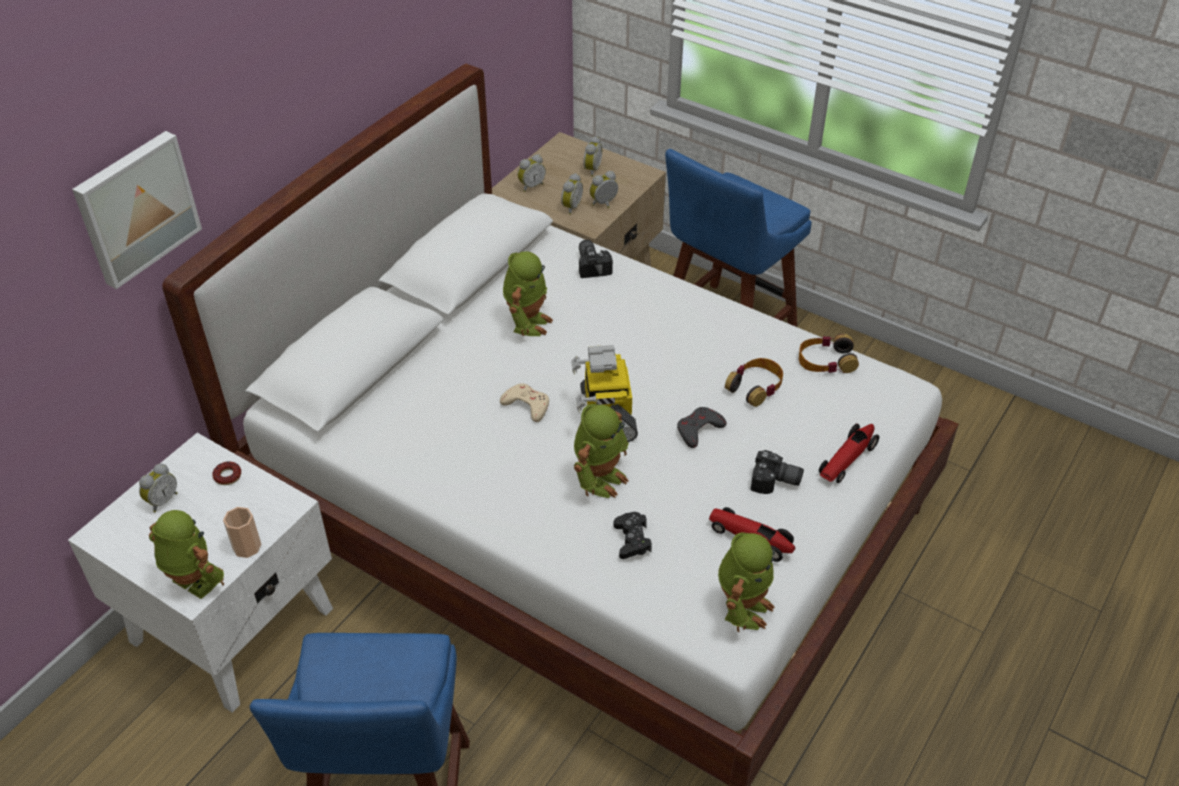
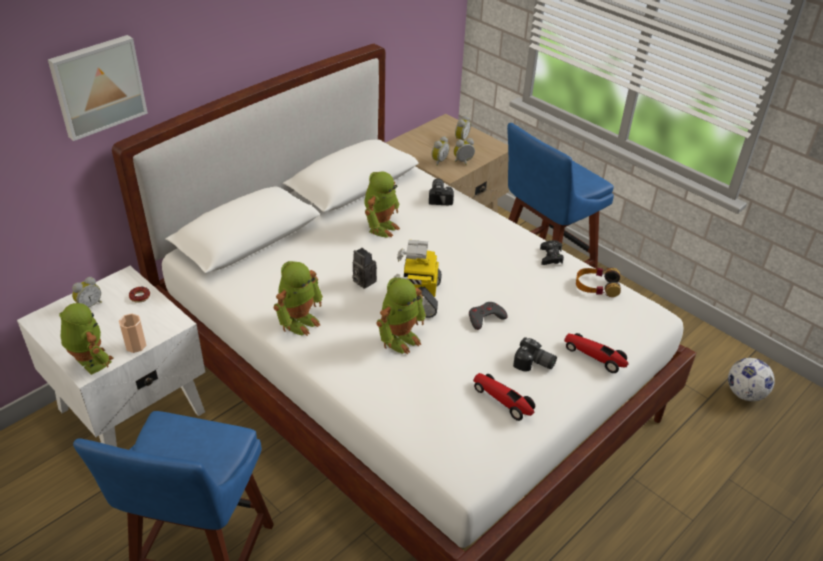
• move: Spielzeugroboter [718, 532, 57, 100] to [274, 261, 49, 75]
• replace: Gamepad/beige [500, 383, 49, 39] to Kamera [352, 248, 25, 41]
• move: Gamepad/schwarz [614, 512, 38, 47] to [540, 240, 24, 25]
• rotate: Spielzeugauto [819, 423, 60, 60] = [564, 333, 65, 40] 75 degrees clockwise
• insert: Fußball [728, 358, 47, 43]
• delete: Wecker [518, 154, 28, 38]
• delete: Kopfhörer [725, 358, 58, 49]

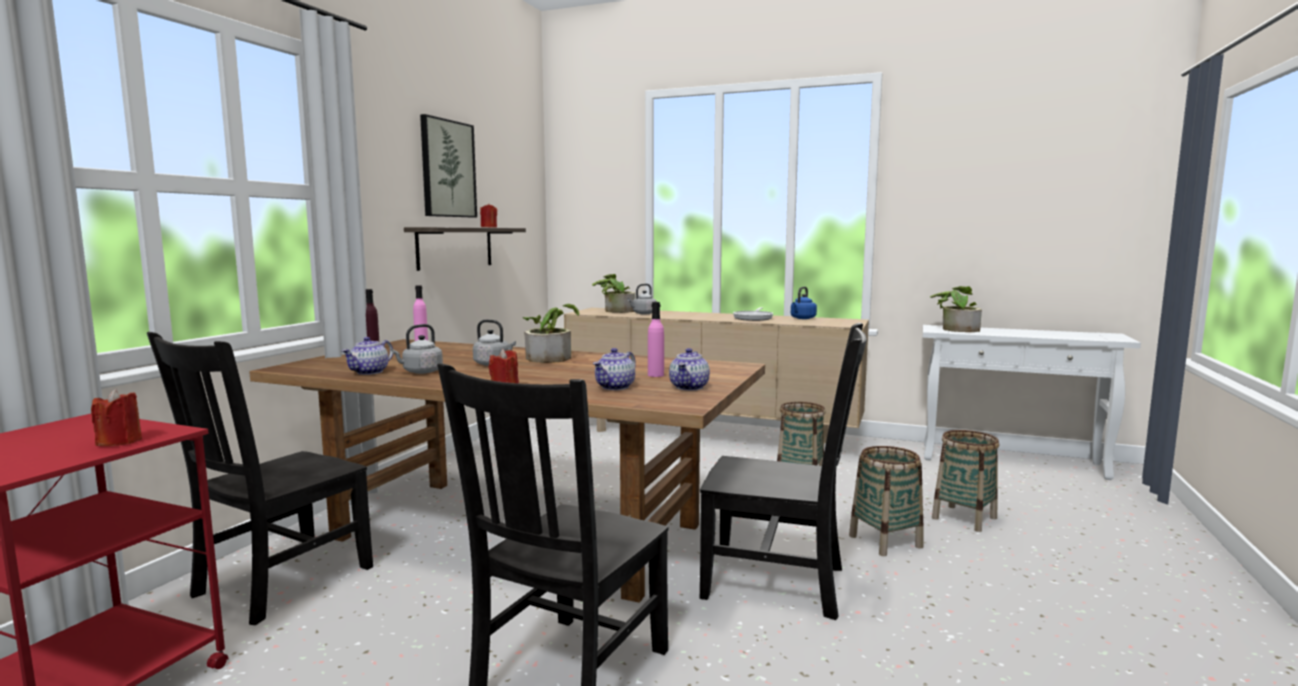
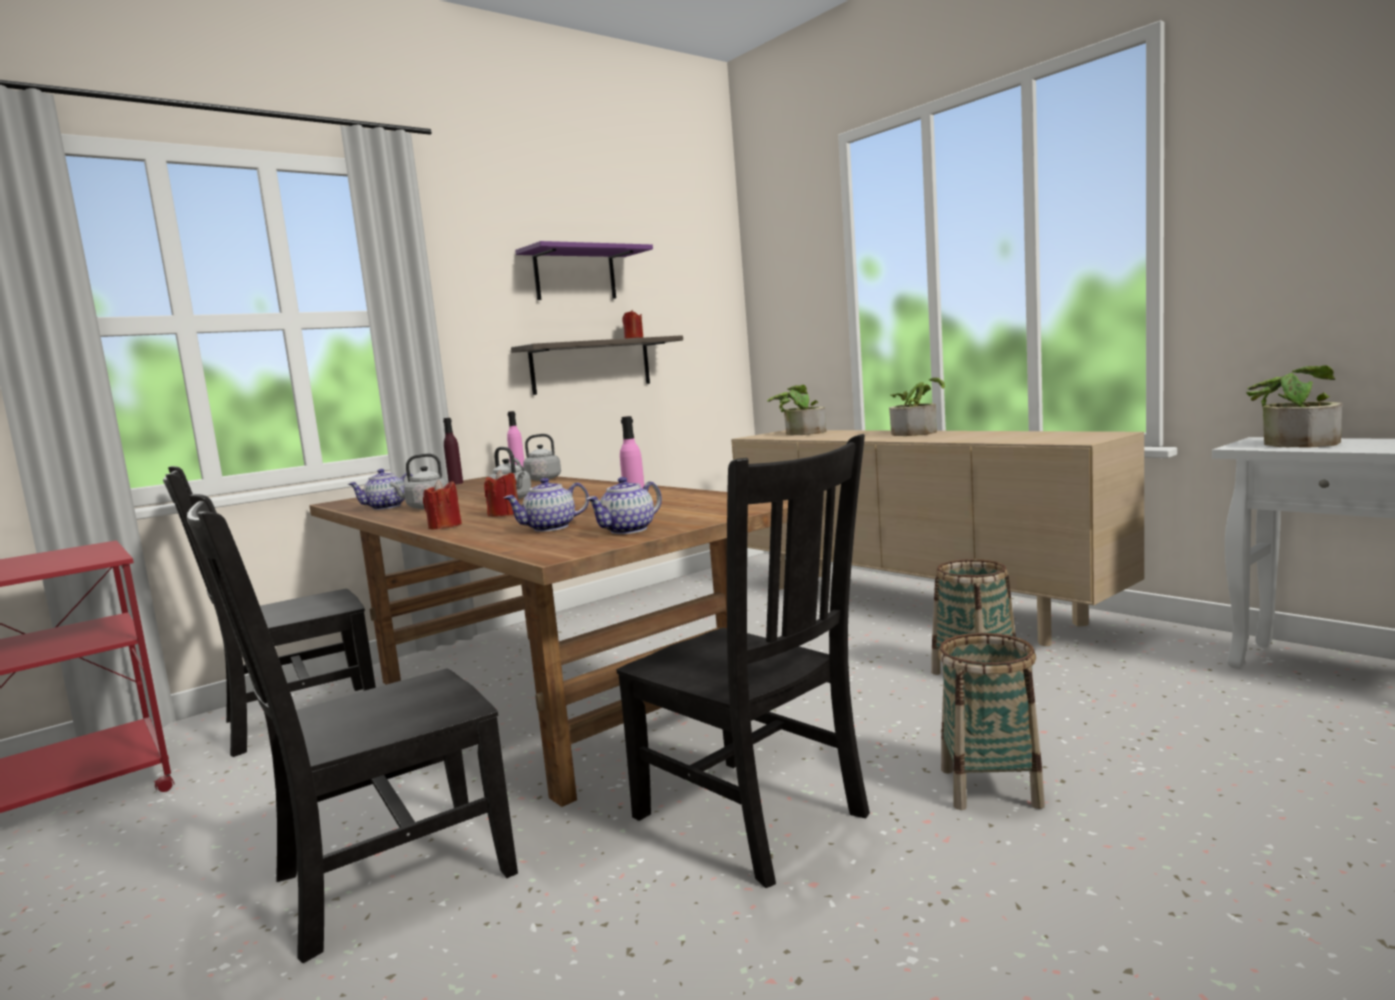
• move: Kerze/rot [91, 389, 51, 57] to [484, 470, 34, 46]
• move: Wasserkessel/grau [627, 284, 30, 30] to [514, 434, 47, 47]
• replace: Bild [420, 114, 57, 103] to Wandregal/lila [515, 241, 138, 59]
• move: Topfpflanze [523, 304, 56, 59] to [889, 377, 56, 59]
• delete: Pfanne [733, 307, 40, 14]
• delete: Wasserkessel/blau [791, 287, 26, 32]
• delete: Korb [932, 430, 67, 102]

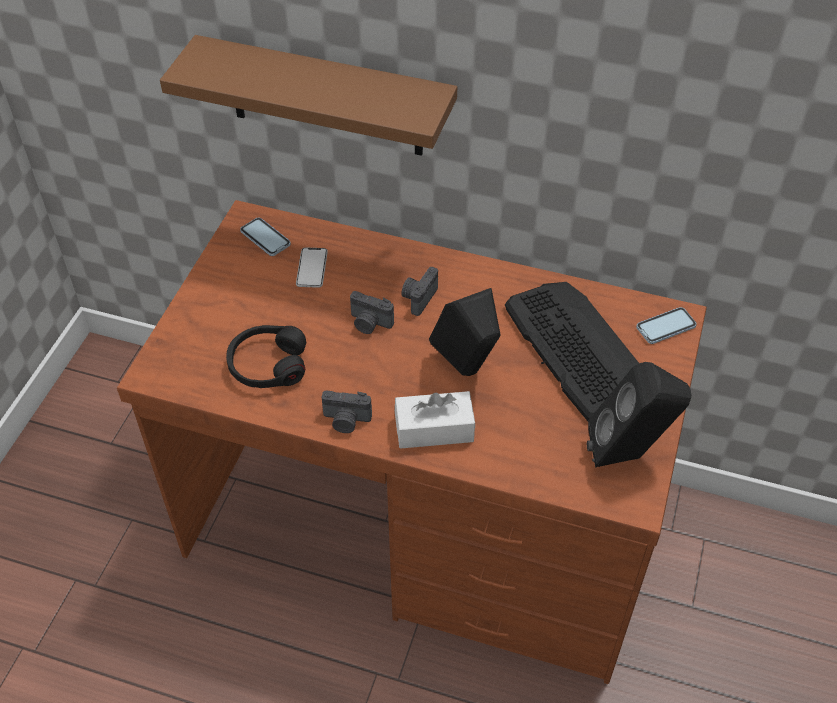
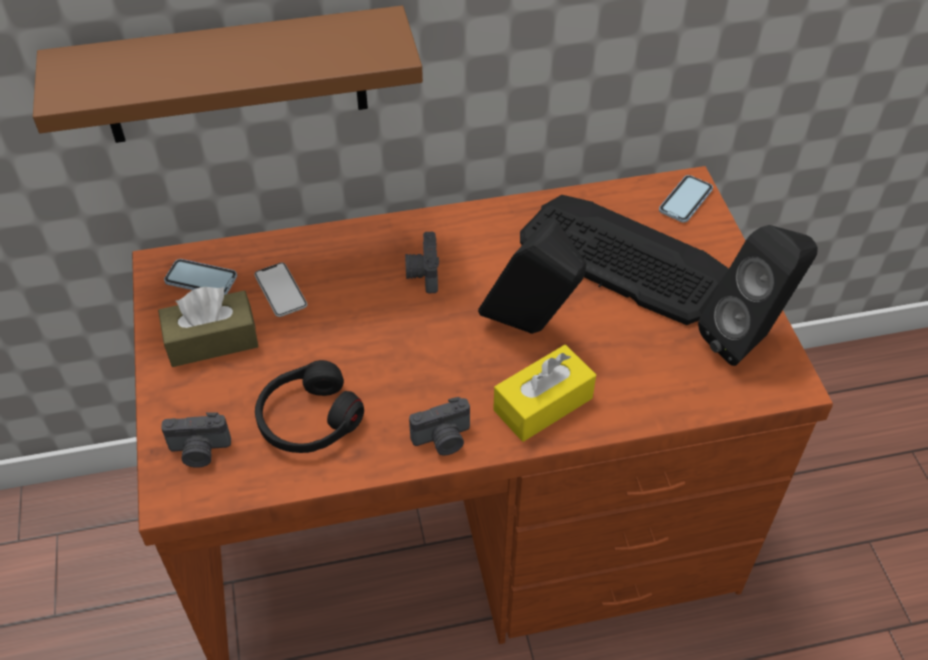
• insert: Taschentuchbox/braun [158, 287, 101, 80]
• move: Kamera [350, 291, 44, 43] to [161, 412, 70, 56]
• recolor: Taschentuchbox/weiß [395, 391, 80, 58] to Taschentuchbox/gelb [493, 345, 103, 97]

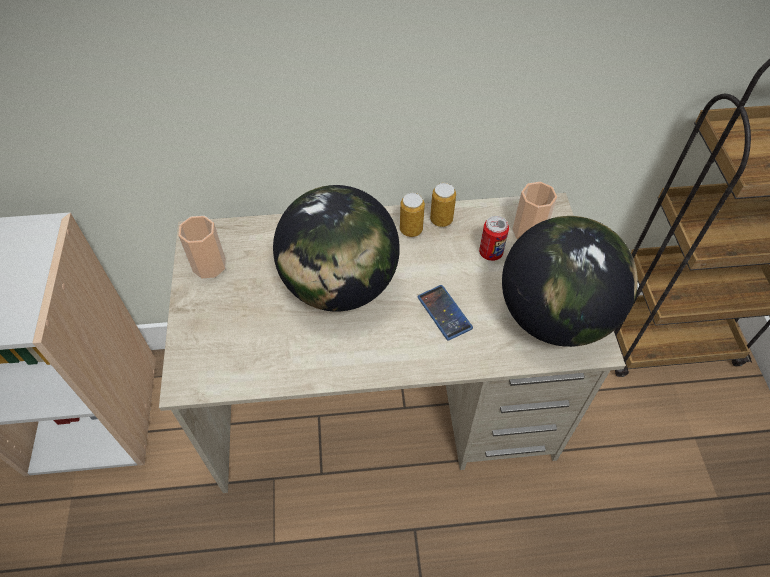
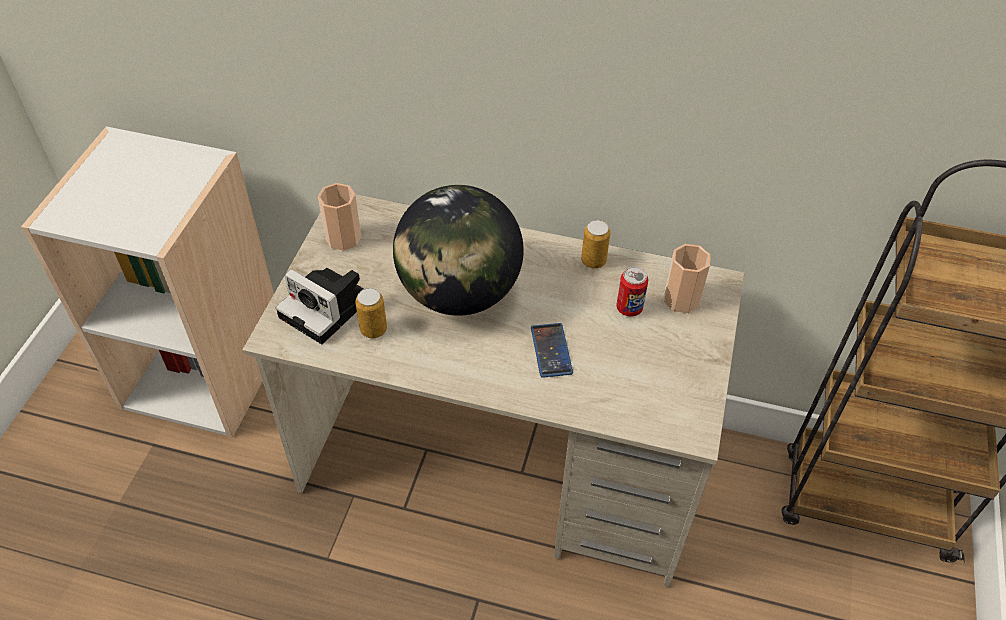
• insert: Kamera [276, 268, 88, 76]
• move: Dose [400, 193, 25, 44] to [355, 288, 32, 50]
• delete: Globus [502, 216, 136, 131]

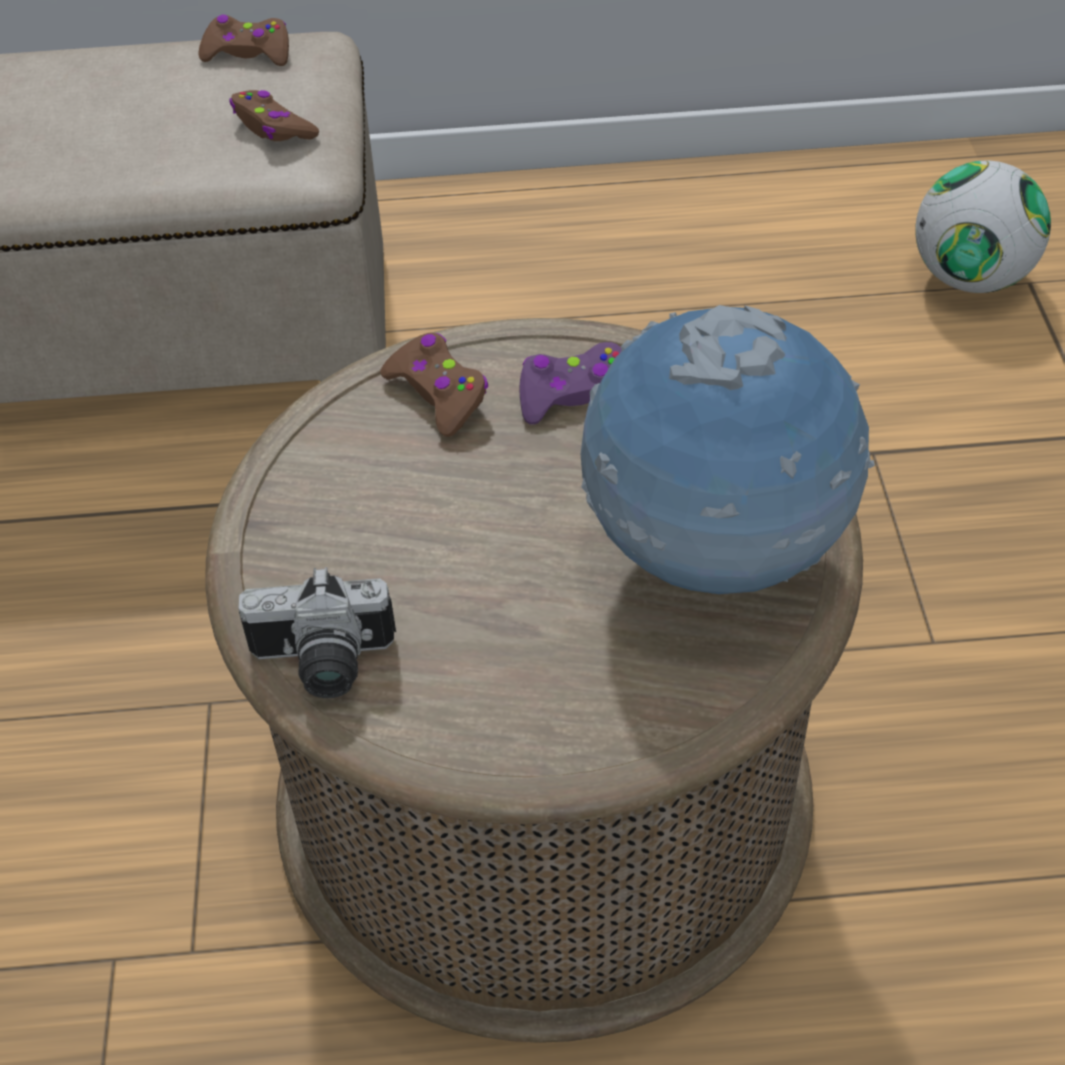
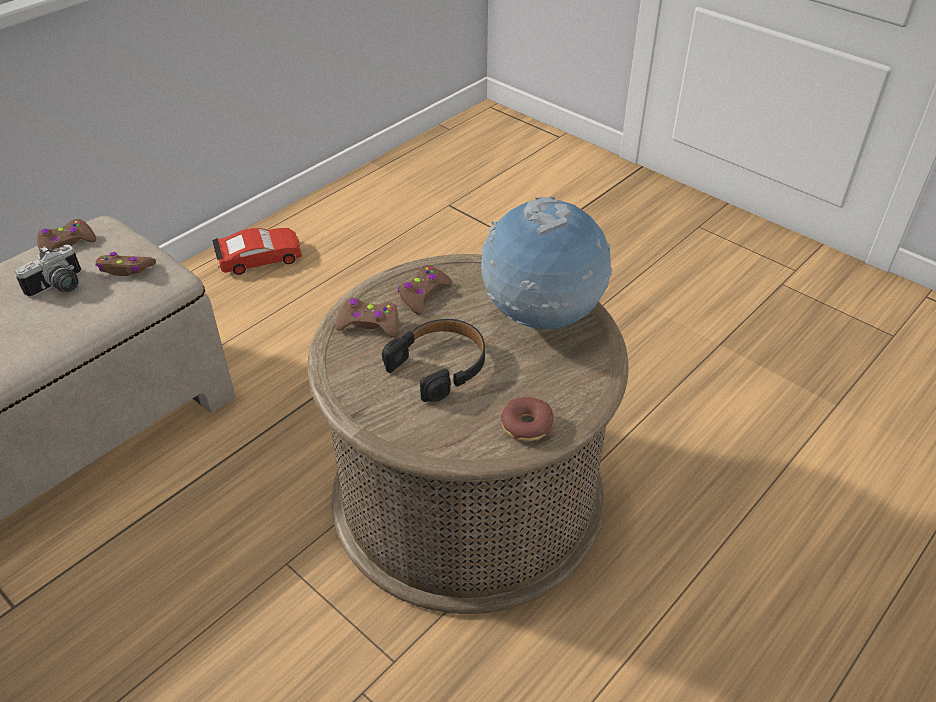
• move: Kamera [238, 567, 158, 131] to [15, 245, 66, 53]
• insert: Spielzeugauto/rot [212, 228, 90, 47]
• insert: Kopfhörer/schwarz [382, 319, 103, 83]
• recolor: Gamepad/lila [519, 342, 103, 82] to Gamepad/braun [398, 265, 55, 50]
• insert: Donut [500, 397, 53, 44]
• delete: Fußball [915, 160, 136, 133]

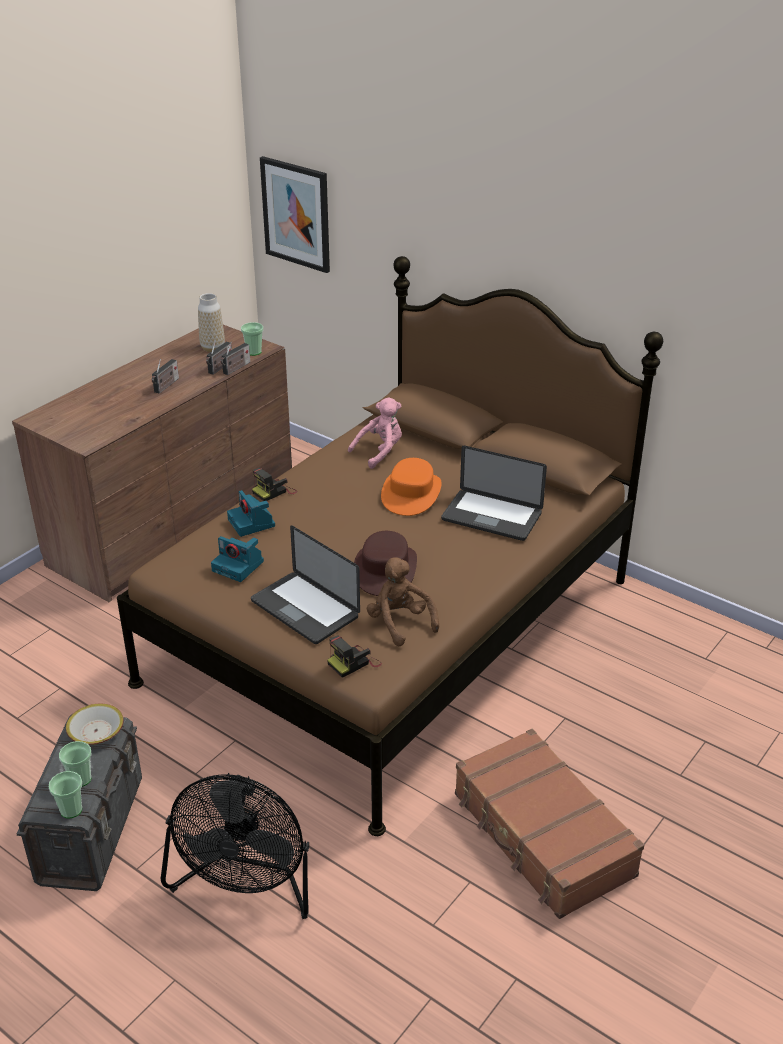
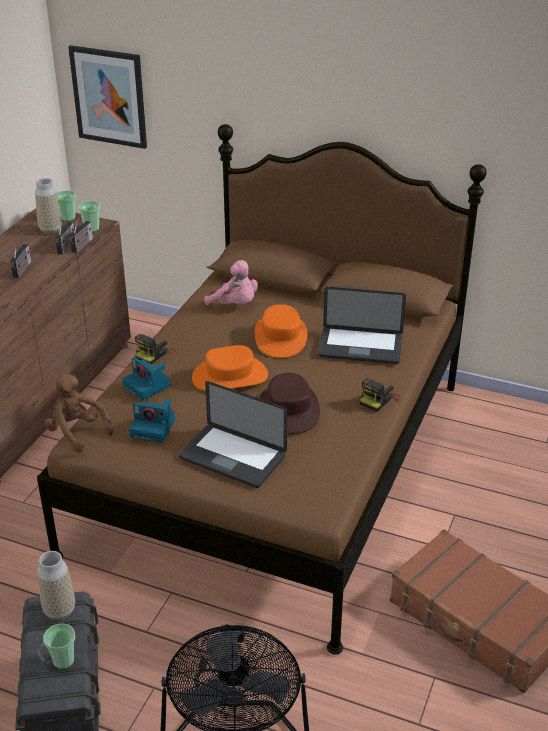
• replace: Schüssel [66, 703, 58, 42] to Vase [37, 551, 38, 69]
• move: Plüschtier/braun [366, 557, 73, 89] to [44, 374, 69, 79]
• move: Tasse [49, 771, 33, 48] to [57, 191, 19, 30]
• insert: Hut/orange [192, 345, 76, 46]
• rotate: Plüschtier/rosa [348, 397, 54, 72] = [204, 260, 54, 45] 90 degrees clockwise
• move: Kamera [327, 636, 55, 42] to [359, 378, 42, 34]

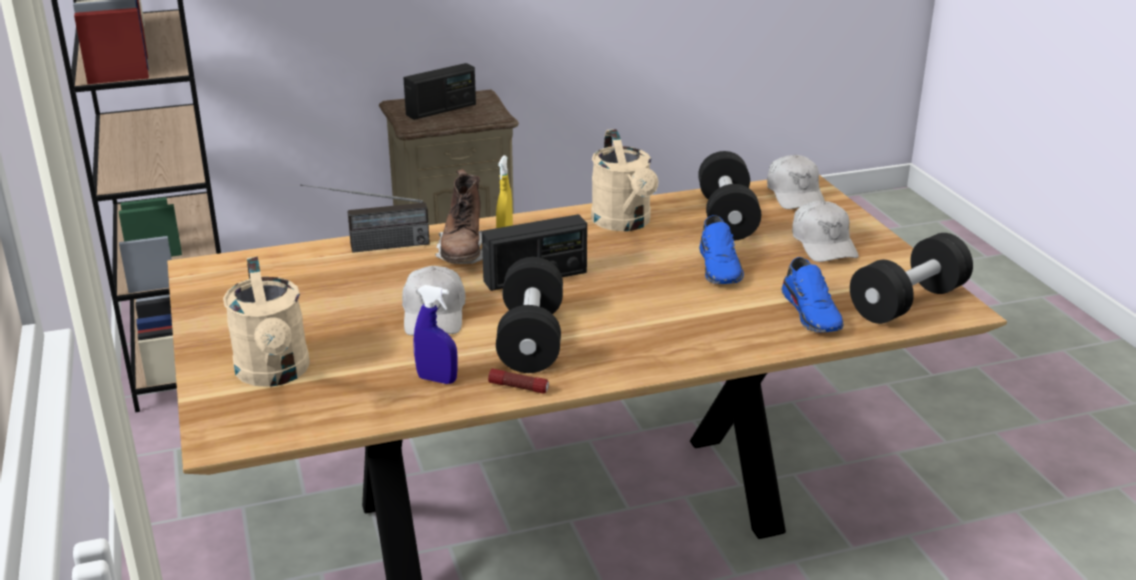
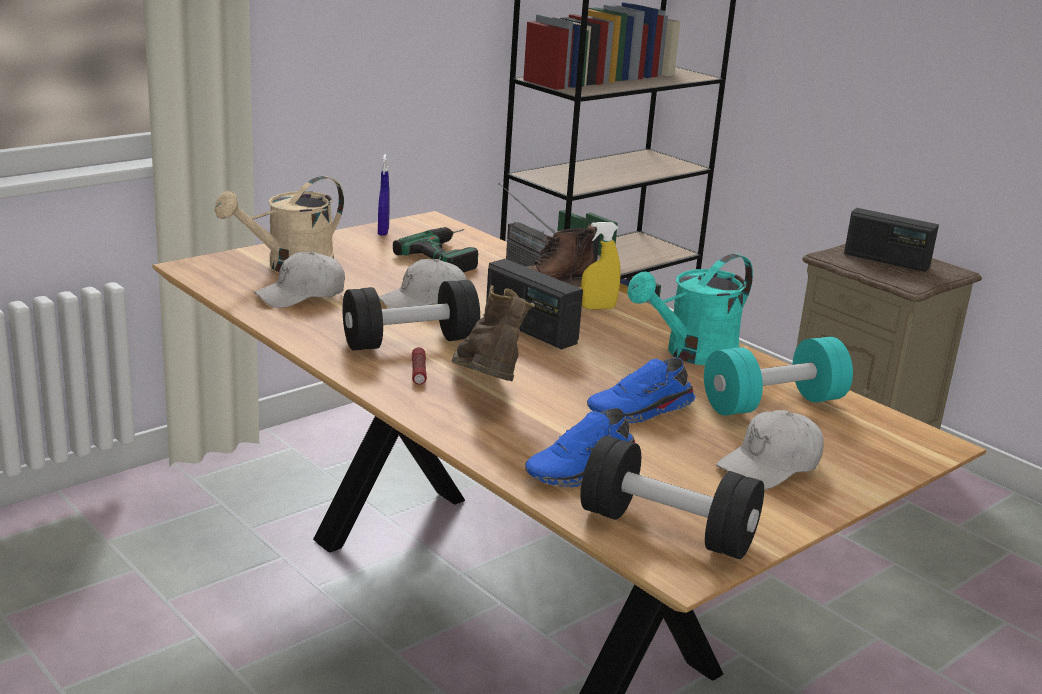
• move: Kappe/weiß [767, 155, 58, 54] to [254, 252, 91, 56]
• move: Sprühflasche/blau [414, 285, 44, 99] to [378, 154, 12, 82]
• insert: Bohrmaschine [393, 227, 85, 45]
• move: Taschenlampe [488, 369, 61, 25] to [412, 347, 15, 37]
• insert: Stiefel/braun [452, 285, 83, 96]
• recolor: Gießkanne/beige [591, 129, 68, 102] to Gießkanne/türkis [627, 254, 126, 111]
• recolor: Hantel/schwarz [698, 151, 63, 90] to Hantel/türkis [704, 337, 149, 79]

